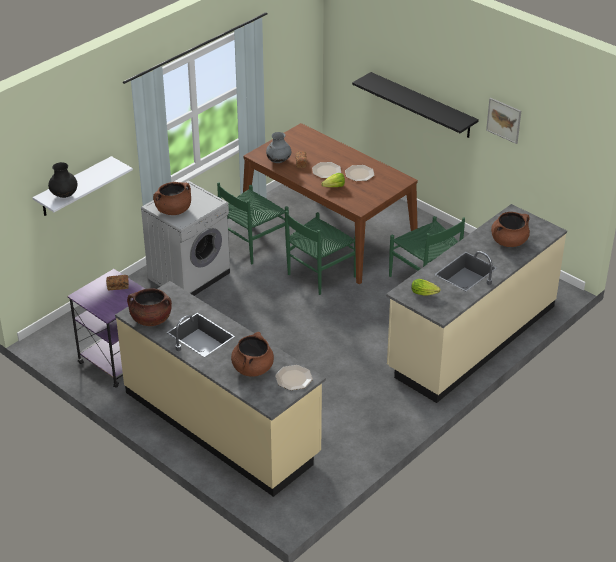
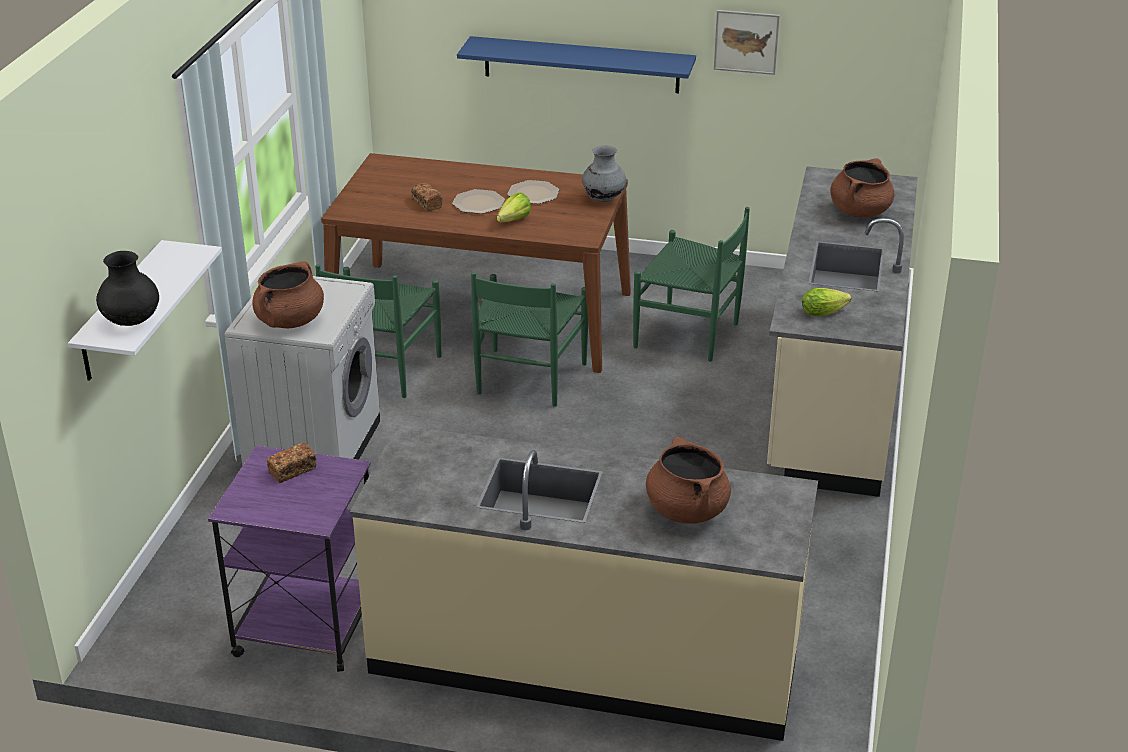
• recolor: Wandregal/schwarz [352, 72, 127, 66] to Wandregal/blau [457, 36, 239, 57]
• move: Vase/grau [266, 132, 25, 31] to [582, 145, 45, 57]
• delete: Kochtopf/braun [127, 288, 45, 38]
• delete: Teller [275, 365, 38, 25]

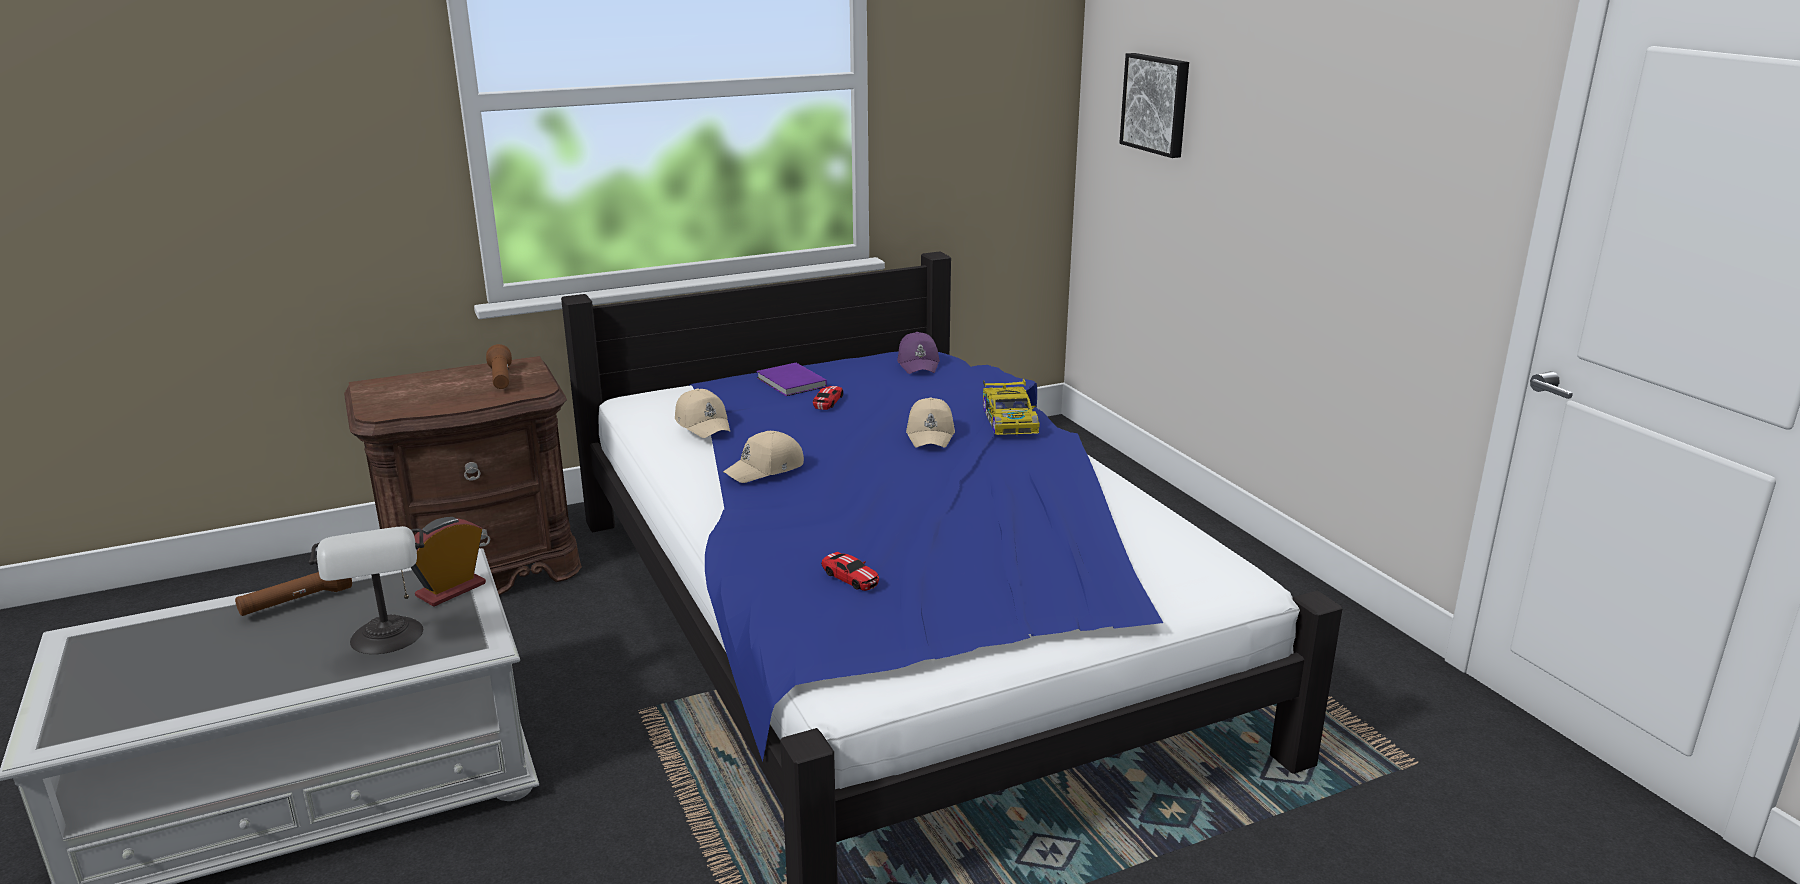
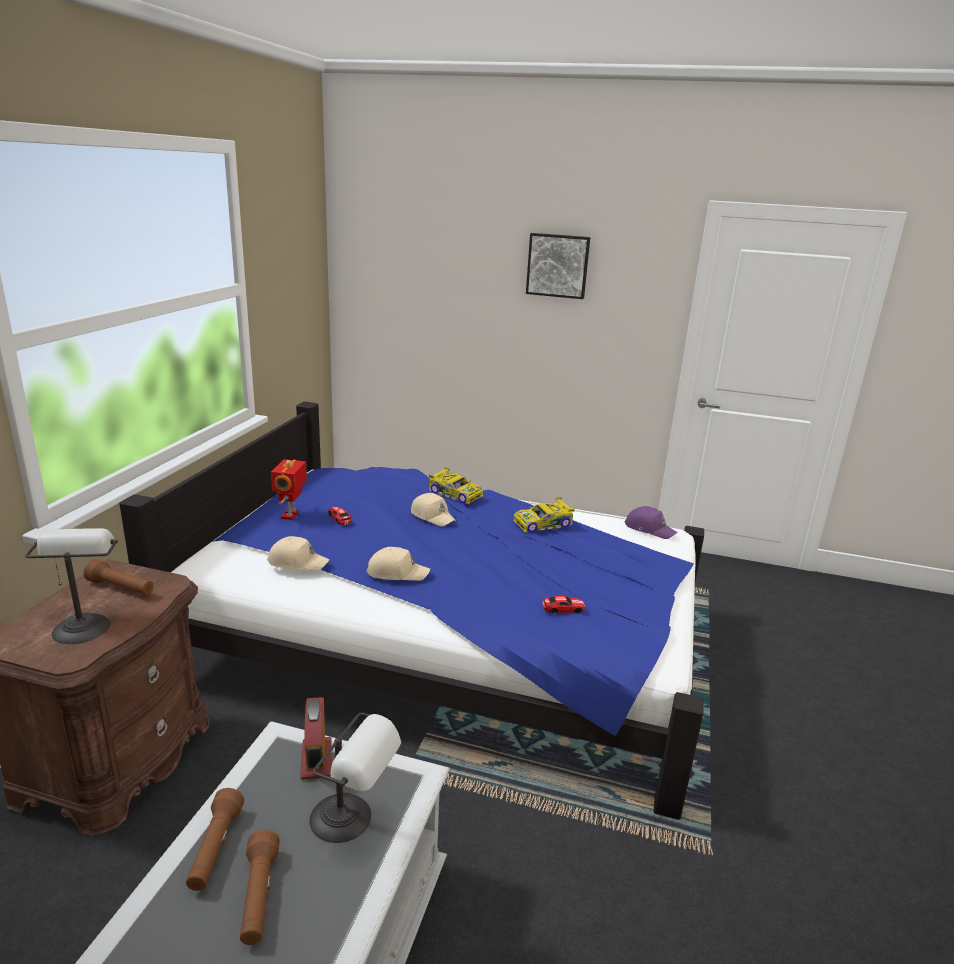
• insert: Tischlampe [25, 528, 93, 116]
• insert: Taschenlampe/braun [240, 830, 40, 115]
• replace: Buch/lila [756, 363, 71, 33] to Spielzeugroboter [271, 459, 36, 61]
• rotate: Kappe/beige [723, 431, 81, 52] = [366, 547, 64, 34] 90 degrees counterclockwise
• insert: Spielzeugauto [513, 497, 62, 36]
• move: Bild [1119, 53, 70, 105] to [526, 233, 64, 66]
• move: Kappe/lila [897, 332, 43, 42] to [625, 506, 52, 33]

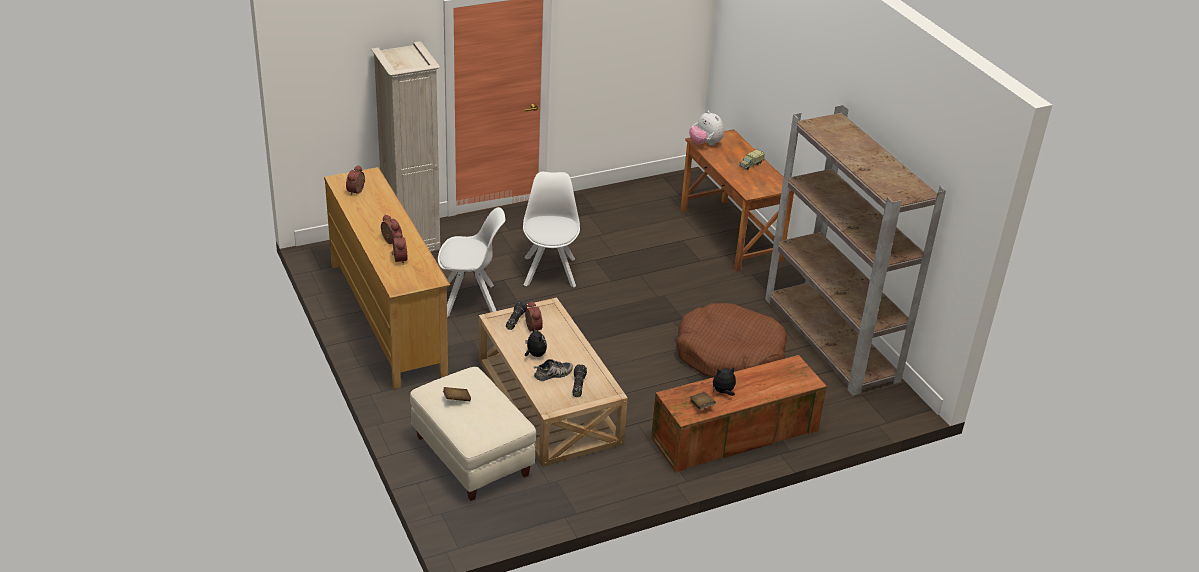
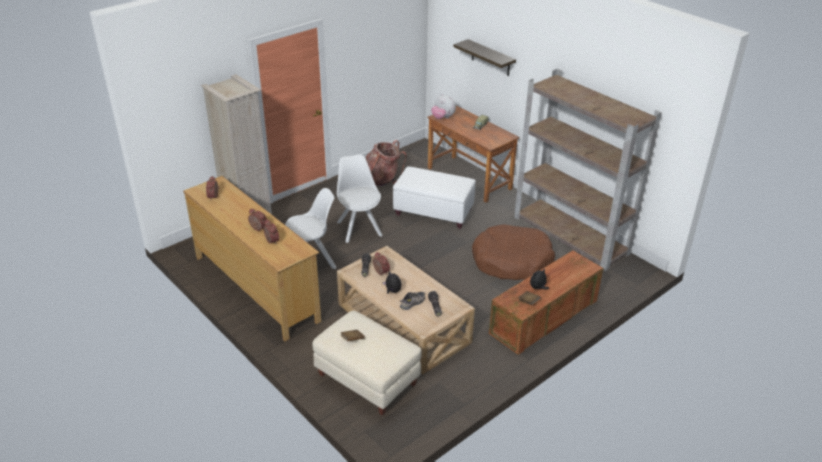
• insert: Rucksack [366, 140, 40, 46]
• insert: Polsterhocker/weiß [393, 166, 83, 63]
• insert: Wandregal [453, 39, 63, 37]

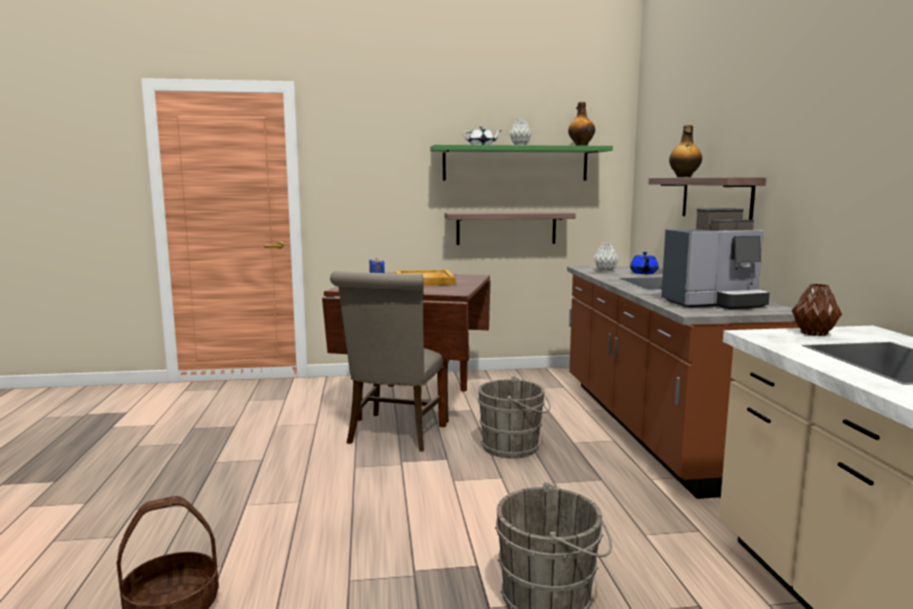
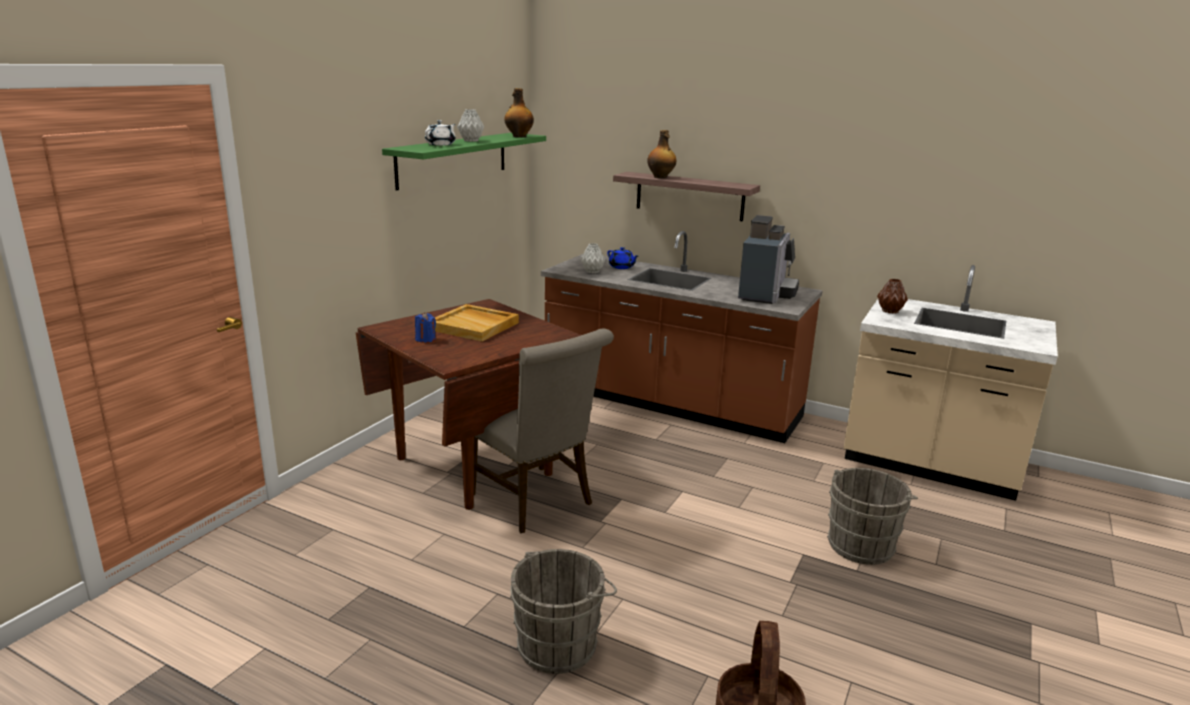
• move: Eimer/grau [477, 376, 74, 82] to [510, 549, 107, 125]
• delete: Wandregal [445, 212, 131, 33]

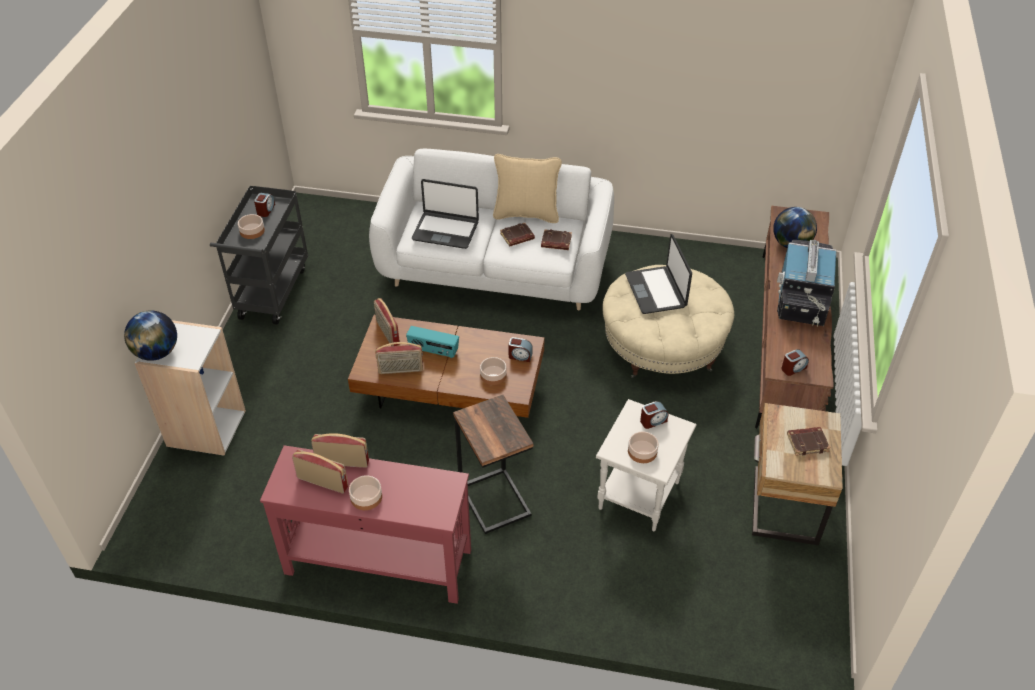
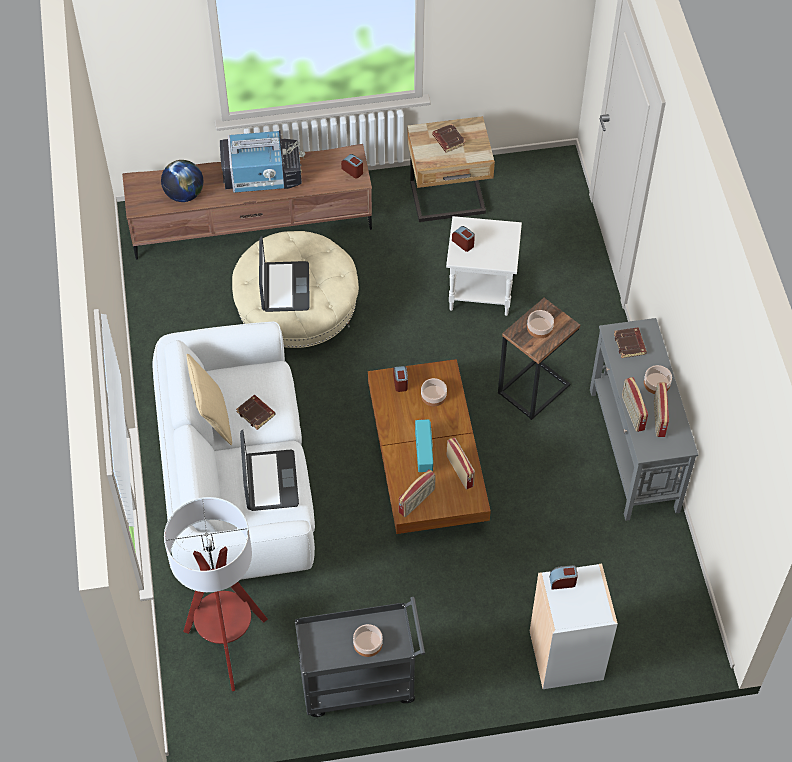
• insert: Stehlampe [164, 497, 104, 194]
• rotate: Laptop [625, 234, 67, 80] = [259, 236, 51, 76] 60 degrees counterclockwise
• move: Schüssel [628, 431, 31, 32] to [527, 310, 27, 28]
• move: Wecker [254, 193, 21, 24] to [550, 565, 28, 25]
• recolor: Konsolentisch/rot [260, 445, 211, 159] to Konsolentisch/grau [590, 318, 108, 203]
• move: Buch/braun [541, 229, 31, 21] to [614, 328, 33, 30]
• delete: Globus [124, 310, 53, 51]

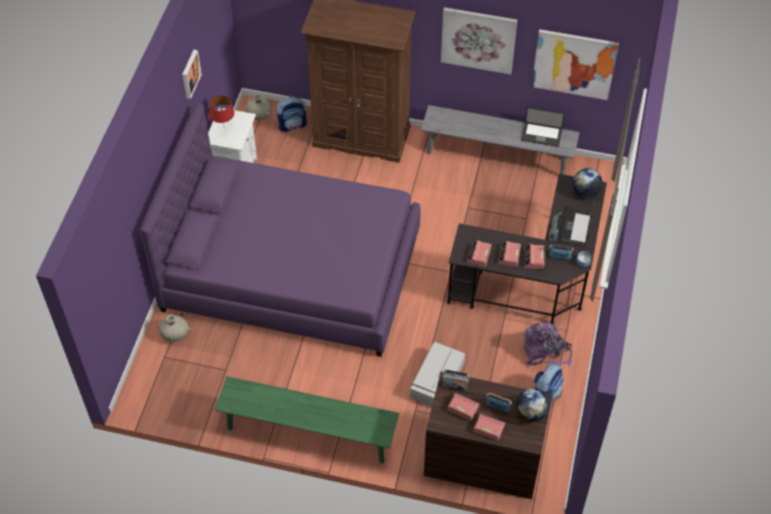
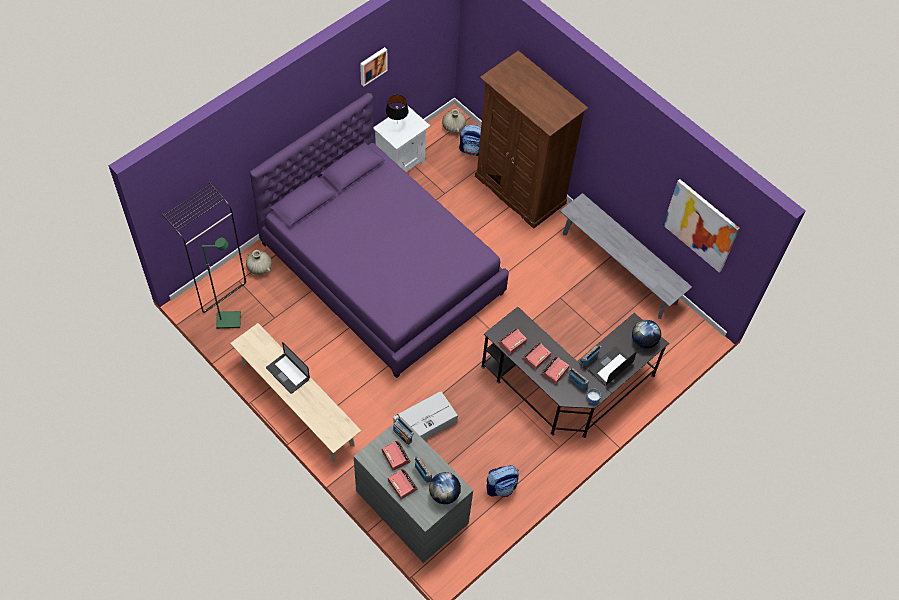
• insert: Kleiderständer/schwarz [162, 182, 84, 131]
• insert: Stehlampe/grün [202, 237, 39, 92]
• recolor: Bank/grün [215, 376, 184, 88] to Bank/beige [230, 323, 131, 139]
• move: Laptop [521, 107, 44, 40] to [266, 342, 44, 52]
• recolor: Kommode/braun [424, 371, 129, 128] to Kommode/grau [354, 417, 119, 146]
• recolor: Tischlampe/rot [209, 96, 25, 30] to Tischlampe/schwarz [386, 95, 23, 25]
• delete: Bild [441, 7, 76, 67]
• delete: Rucksack/lila [524, 323, 48, 43]

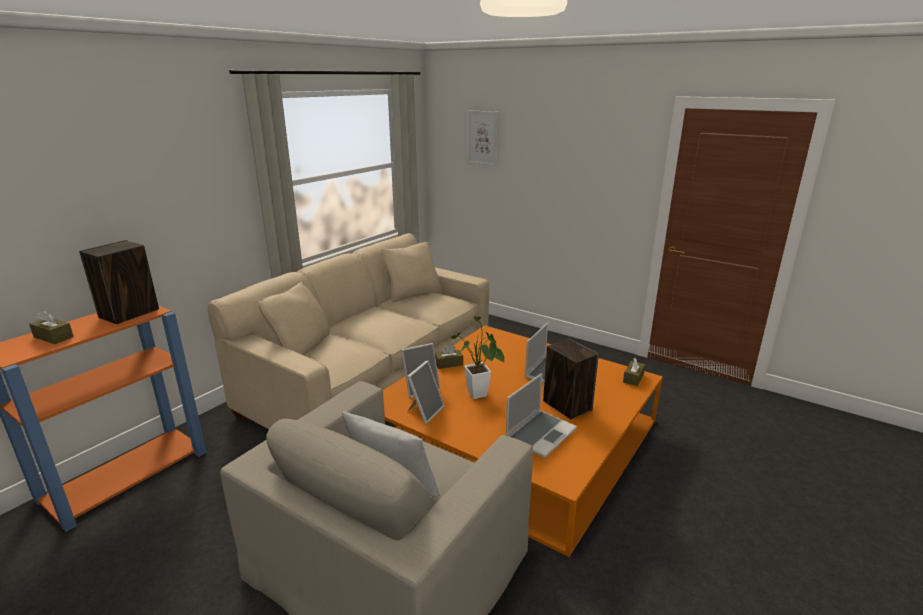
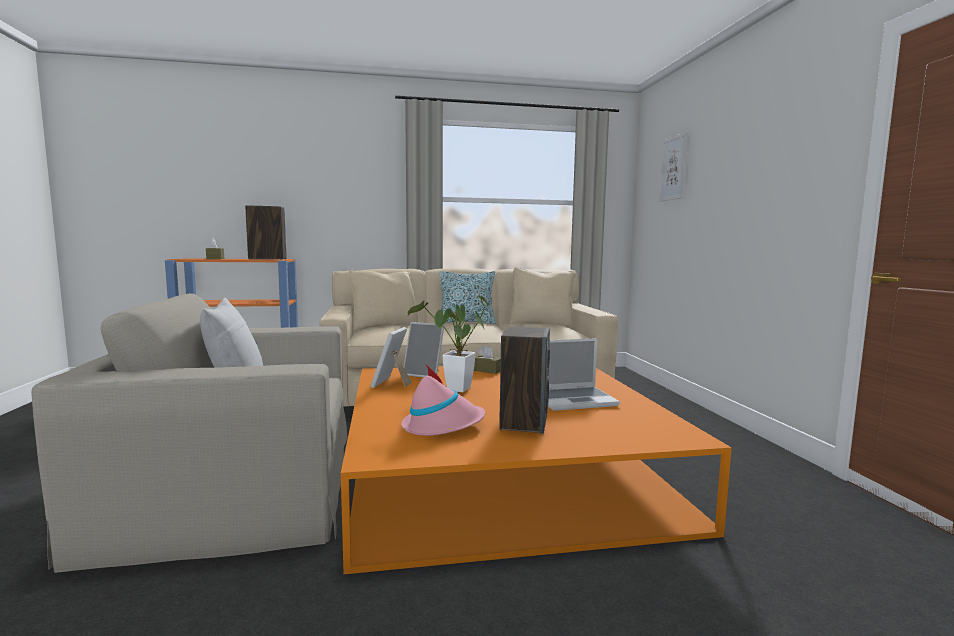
• rotate: Bilderrahmen [407, 360, 38, 64] = [371, 327, 41, 61] 120 degrees clockwise
• replace: Laptop [506, 373, 71, 85] to Hut/rosa [401, 365, 85, 71]
• insert: Kissen [440, 271, 56, 53]
• delete: Taschentuchbox/braun [623, 358, 22, 28]

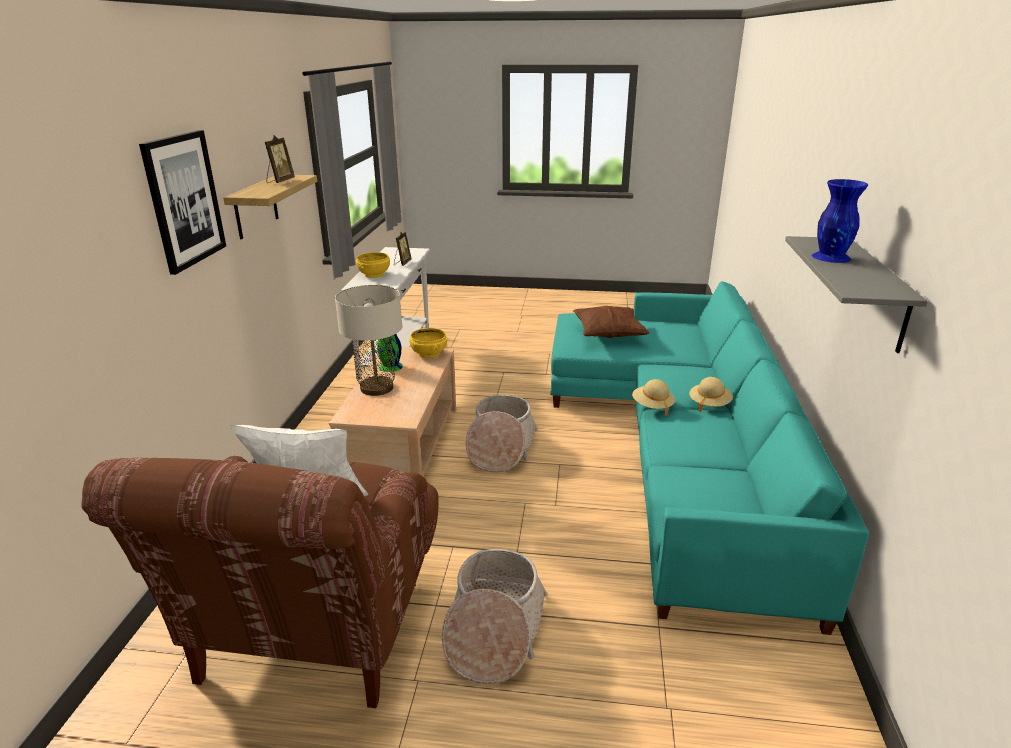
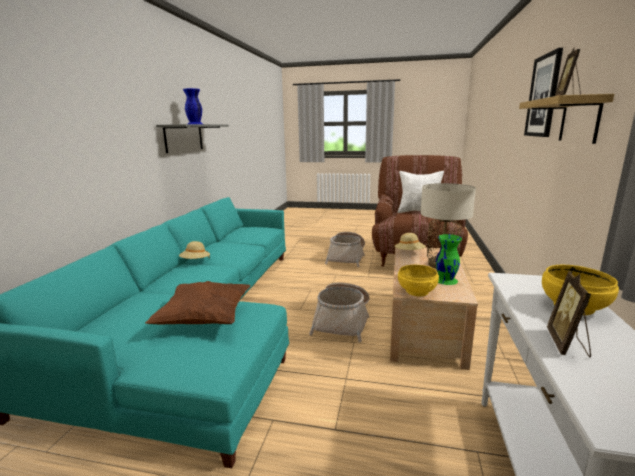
• move: Hut/beige [632, 379, 43, 37] to [395, 233, 31, 17]

